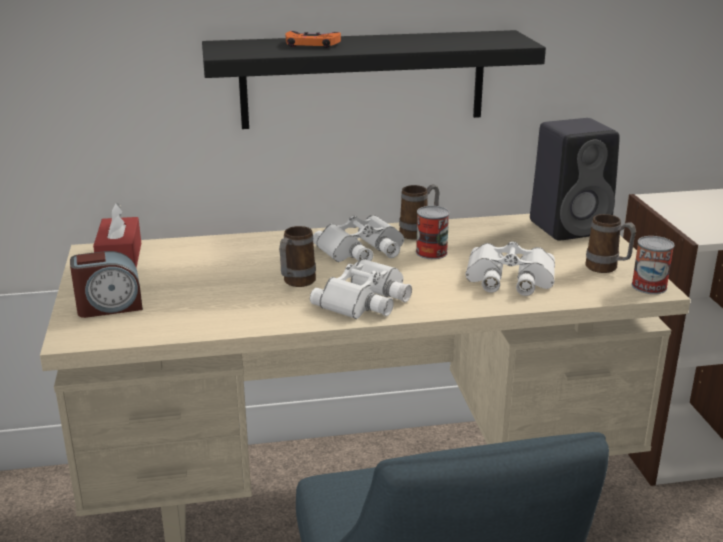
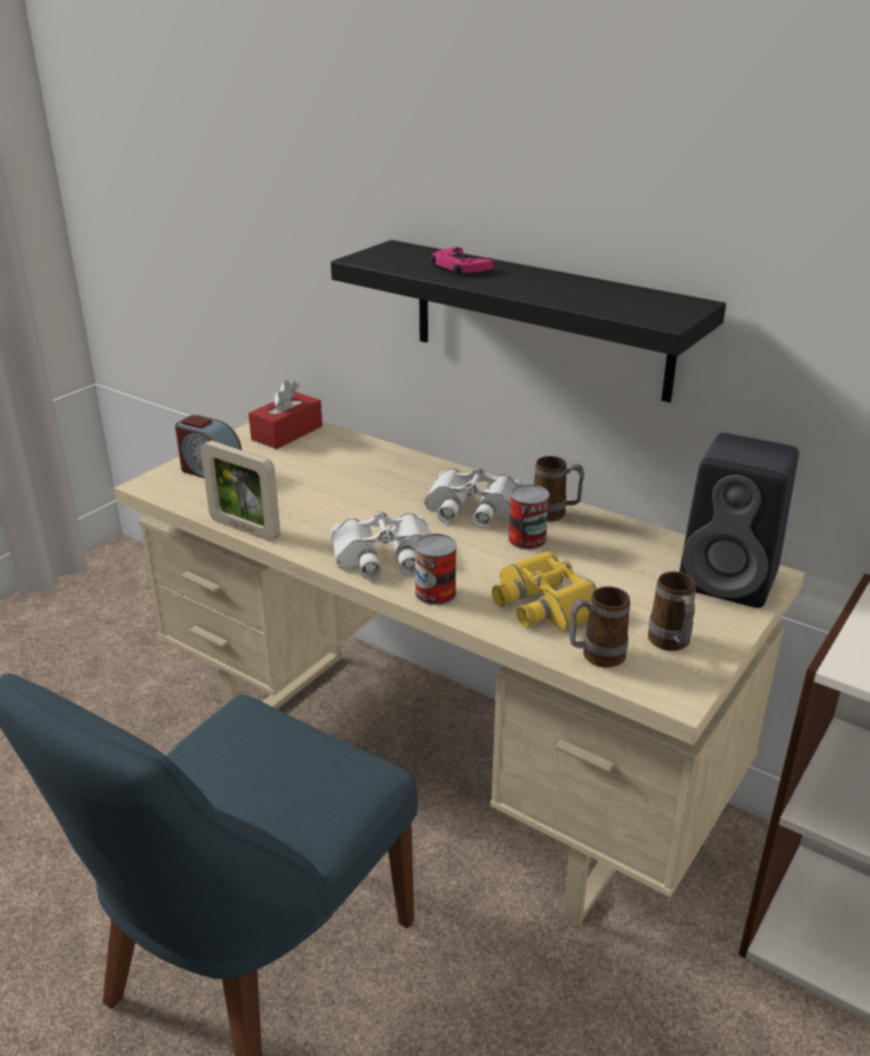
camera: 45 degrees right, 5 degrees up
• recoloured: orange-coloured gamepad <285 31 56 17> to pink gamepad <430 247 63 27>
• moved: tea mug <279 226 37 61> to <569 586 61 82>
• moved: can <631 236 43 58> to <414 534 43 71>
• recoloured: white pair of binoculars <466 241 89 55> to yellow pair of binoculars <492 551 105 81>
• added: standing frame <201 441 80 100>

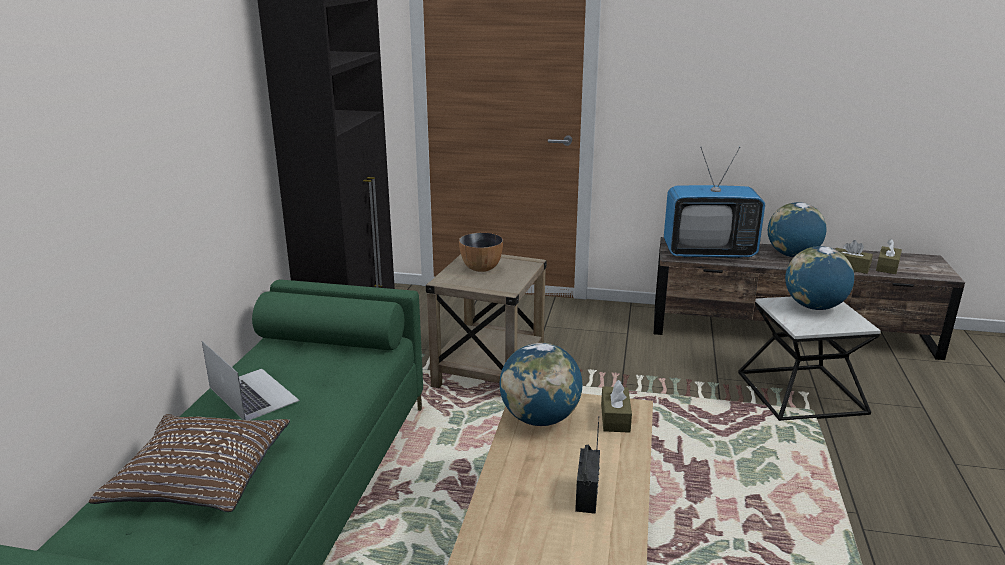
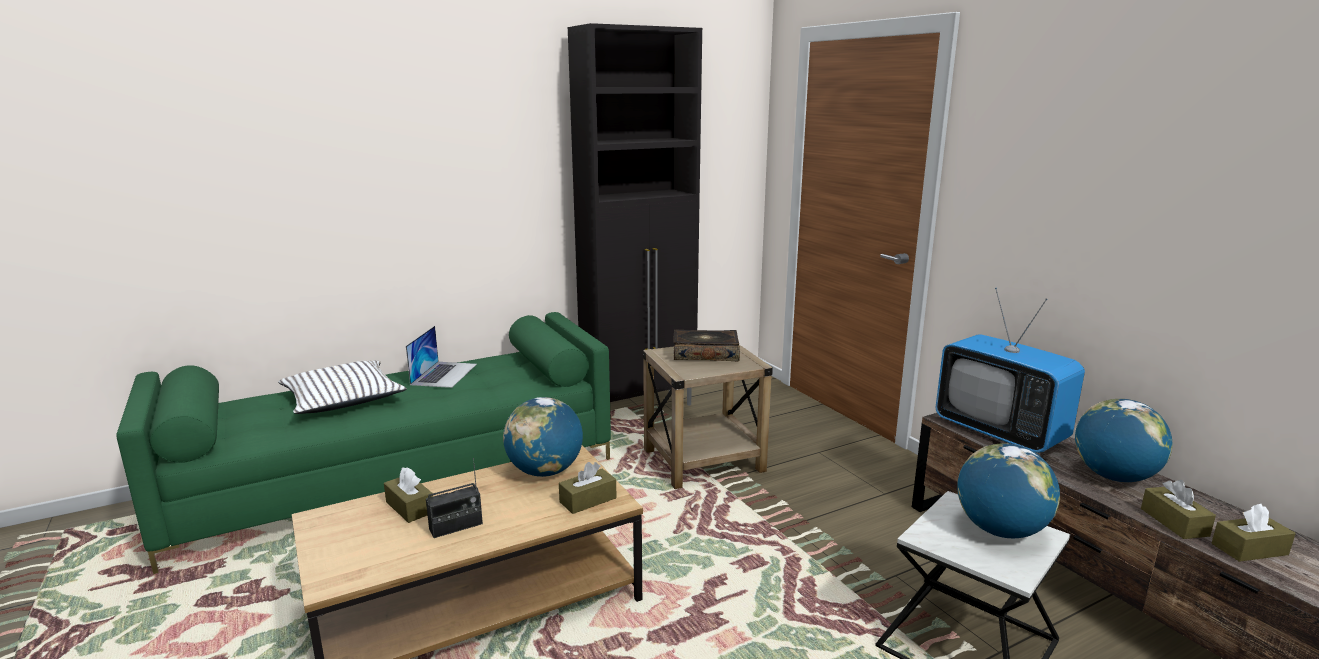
camera: 50 degrees right, 5 degrees down
• replaced: serving bowl <459 233 44 39> to volume <673 330 67 31>
• recoloured: brown throw pillow <89 414 201 98> to white throw pillow <278 361 129 53>
• added: brown box of tissues <384 467 49 56>

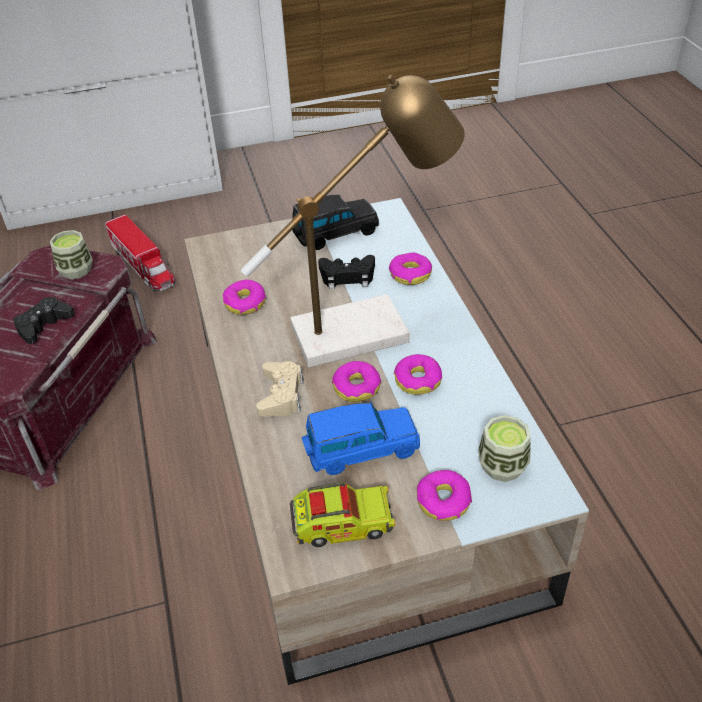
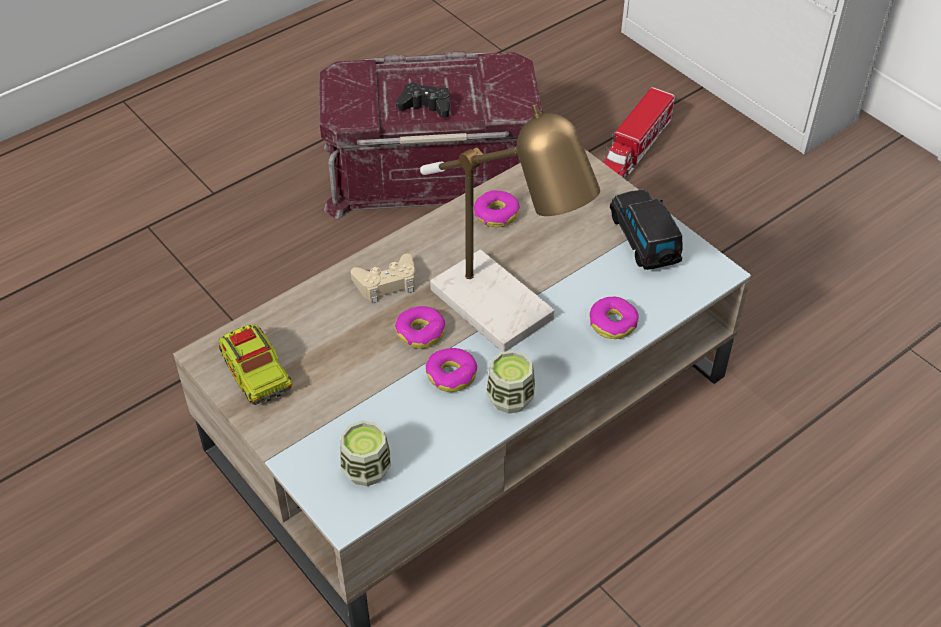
camera: 65 degrees right, 5 degrees up
• turned: black toy car <292 194 87 56> = <610 189 72 81> 150 degrees counterclockwise
• moved: small cup <50 230 43 49> to <486 350 49 64>
• removed: black gamepad <318 255 57 34>
• removed: blue-coloured toy car <302 402 118 73>
• removed: ring doughnut <417 470 55 51>

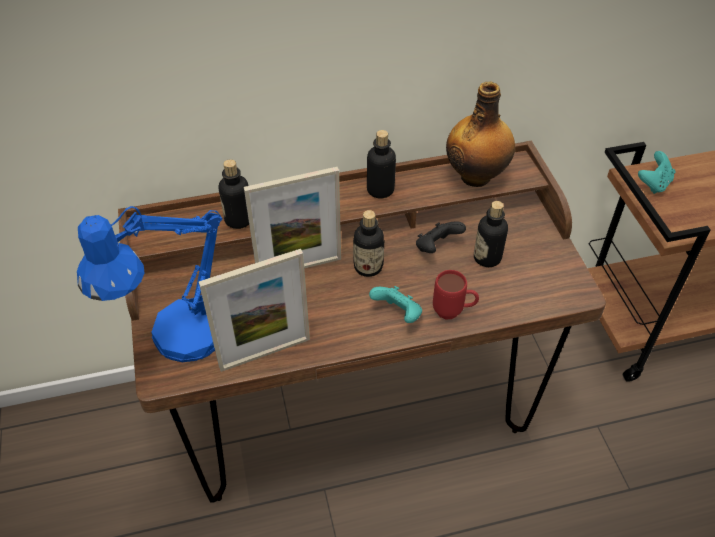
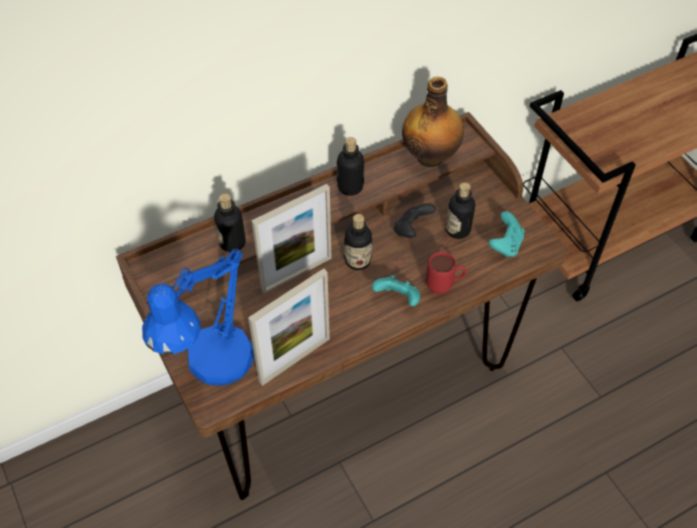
camera: 15 degrees left, 5 degrees up
• moved: blue-green gamepad <638 151 38 43> to <488 211 37 47>

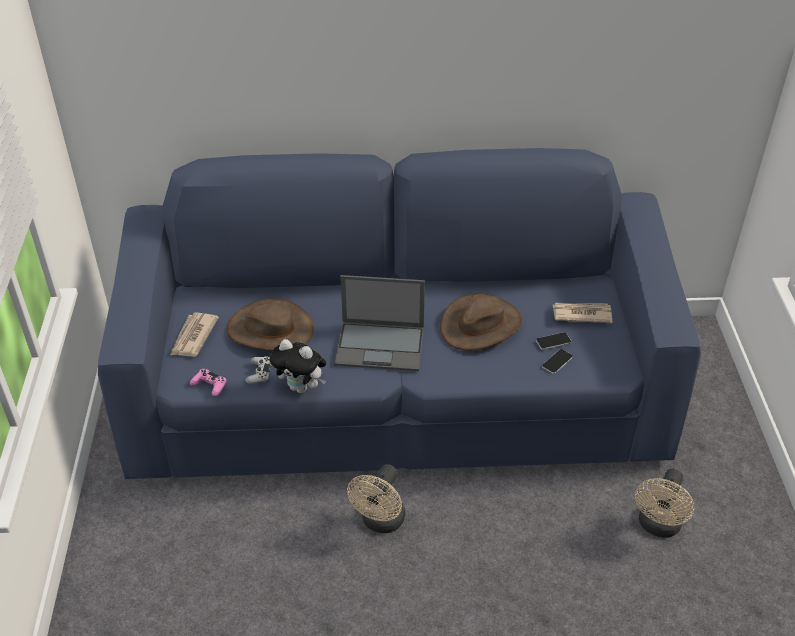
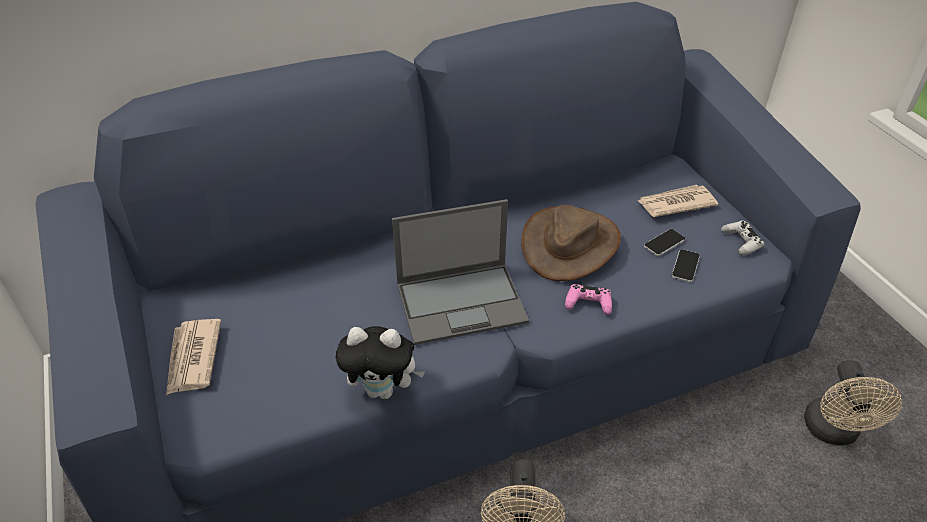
camera: 20 degrees left, 0 degrees up
• removed: brown clothing hat <227 298 87 53>
• moved: white gamepad <245 356 27 28> to <721 220 43 35>
• moved: pink gamepad <190 369 37 28> to <565 284 47 31>

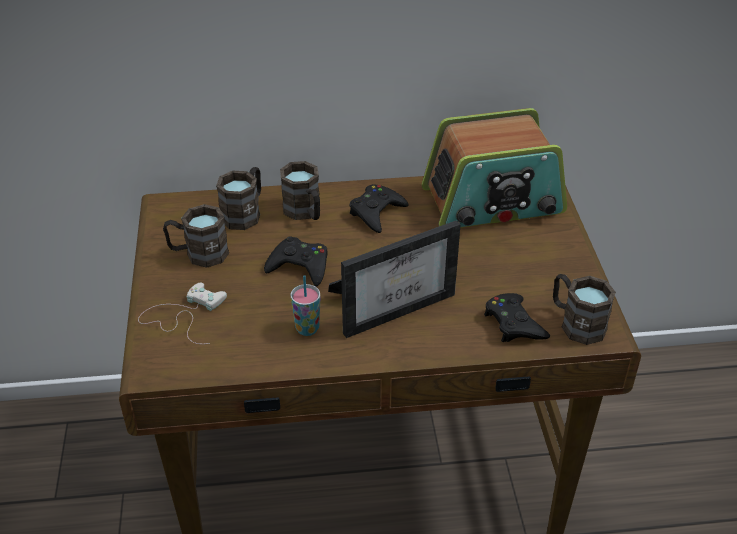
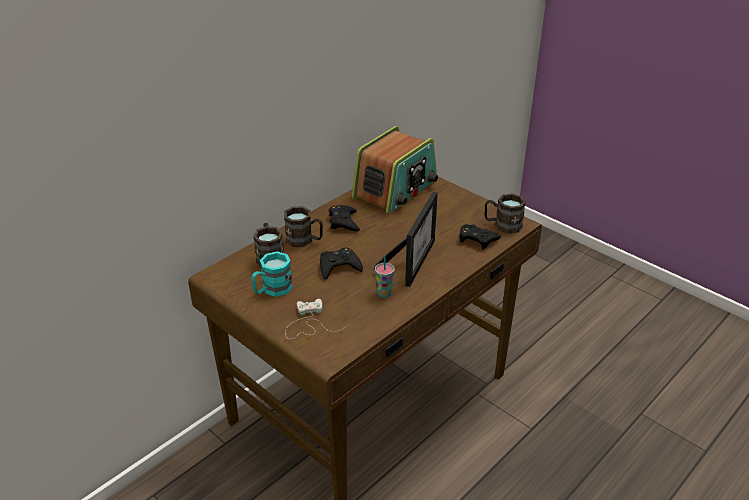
camera: 40 degrees left, 5 degrees down
• recoloured: brown tea mug <163 204 66 64> to blue-green tea mug <251 251 42 46>

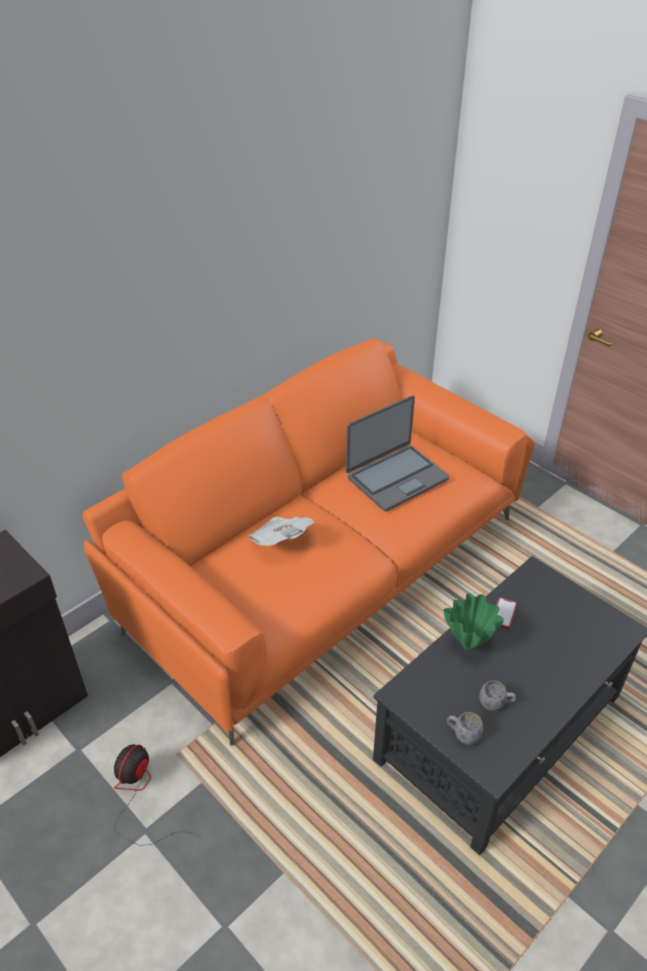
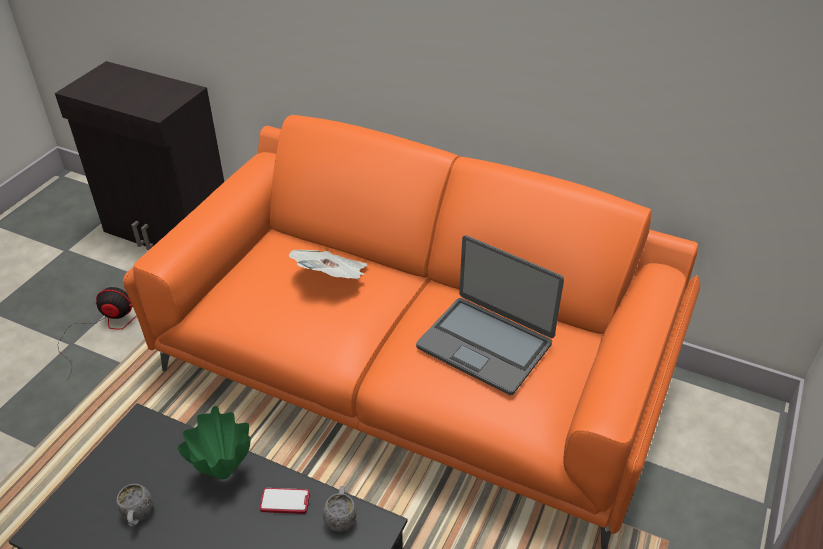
camera: 70 degrees right, 0 degrees up
• moved: greyish tea mug <447 712 36 33> to <323 486 34 46>

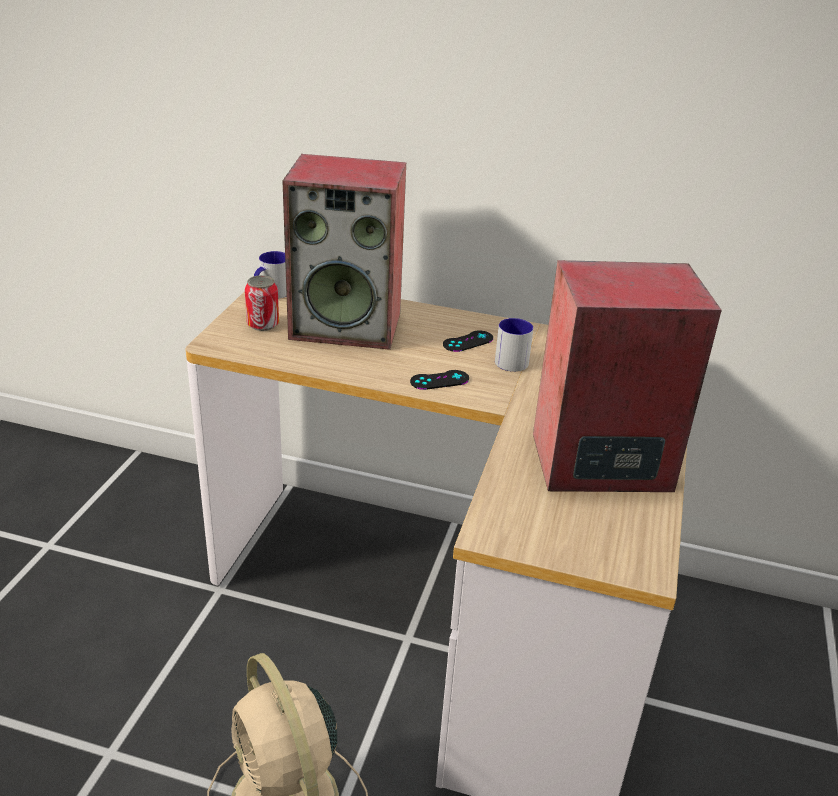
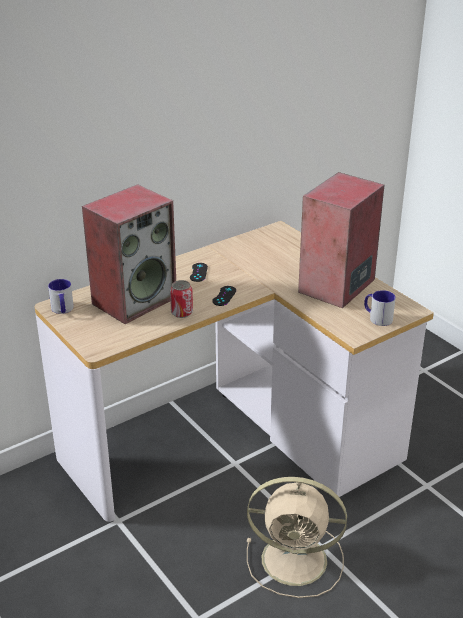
camera: 50 degrees left, 0 degrees up
• moved: can <245 275 34 56> to <170 280 23 38>
• moved: tea mug <495 318 38 54> to <364 290 32 36>

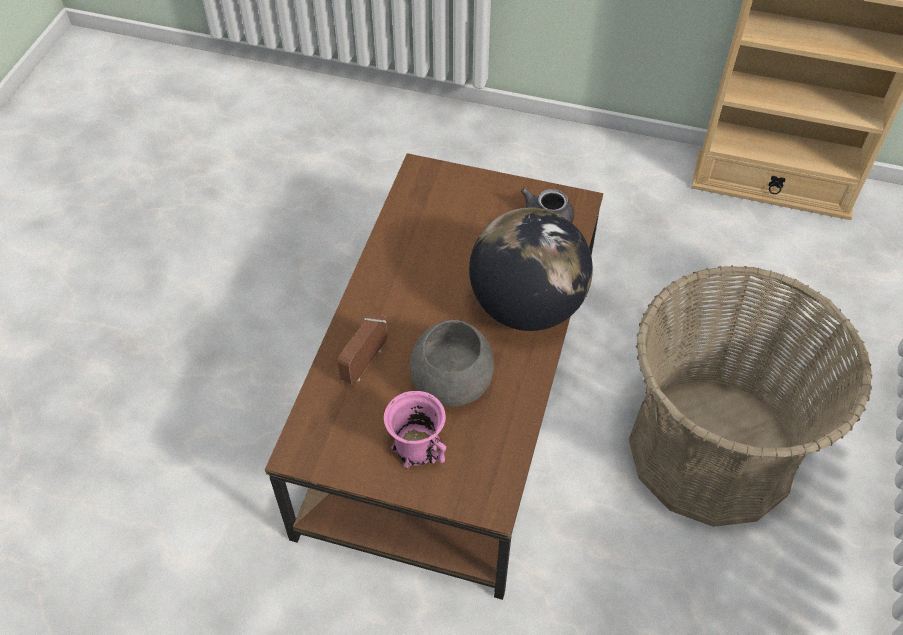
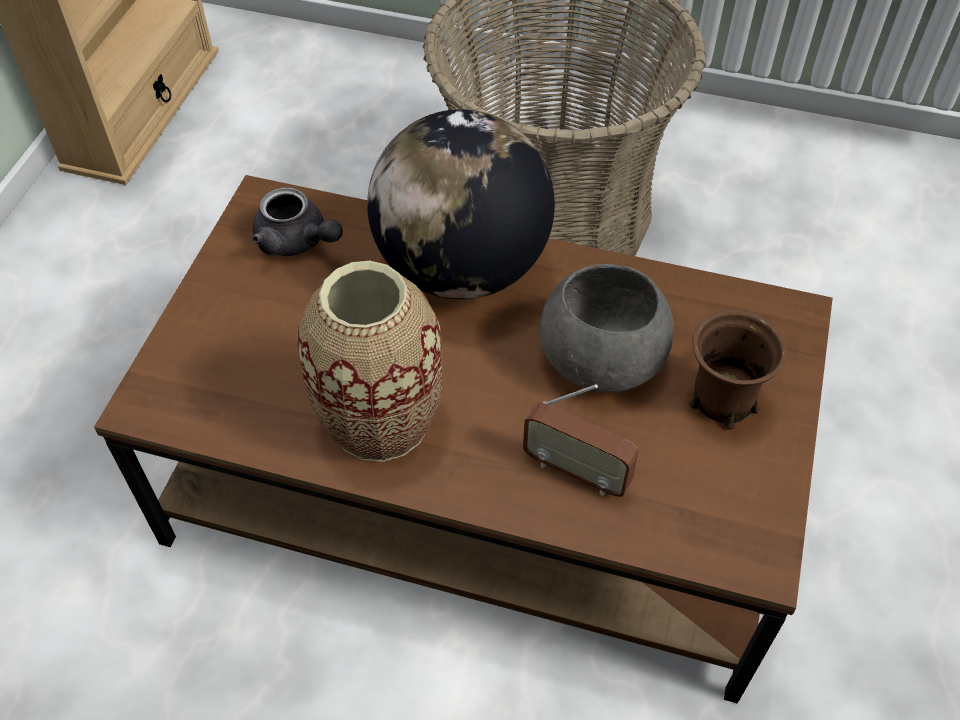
camera: 90 degrees left, 0 degrees up
• recoloured: pink tea mug <384 391 62 77> to brown tea mug <689 310 98 119>
• added: flower vase <297 261 145 201>

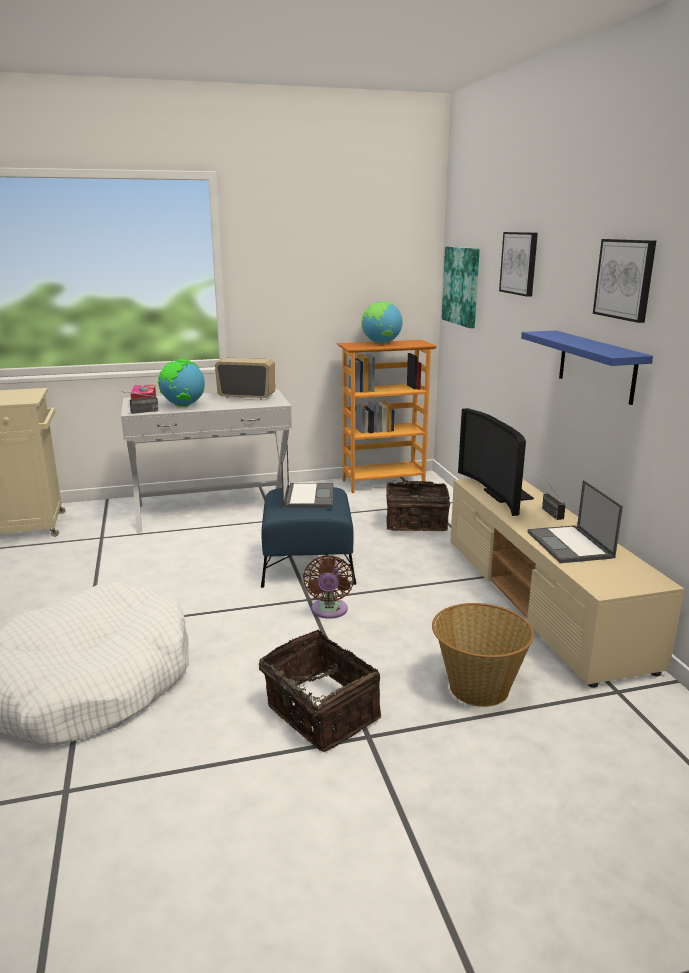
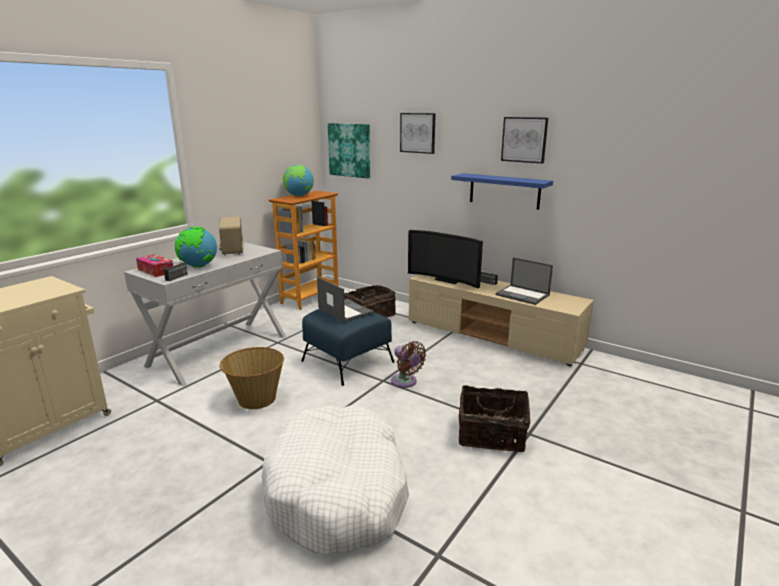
camera: 40 degrees left, 0 degrees up
• turned: radio set <215 358 60 42> = <219 217 24 39> 75 degrees counterclockwise
• moved: basket <432 603 102 104> to <220 347 64 62>

